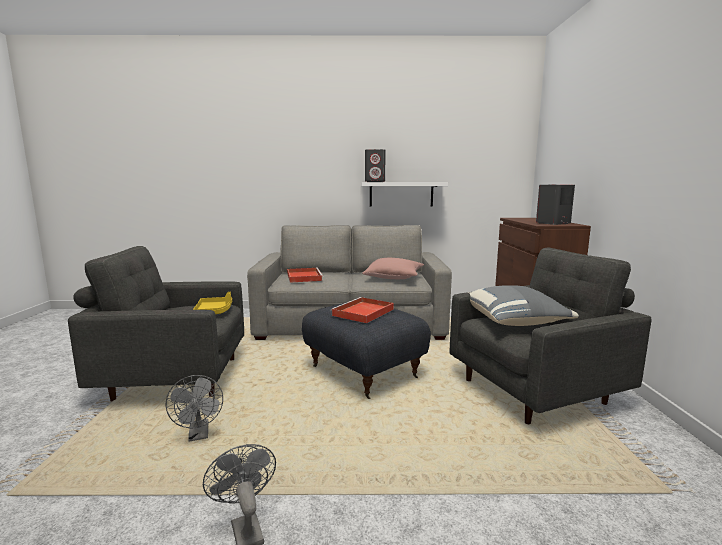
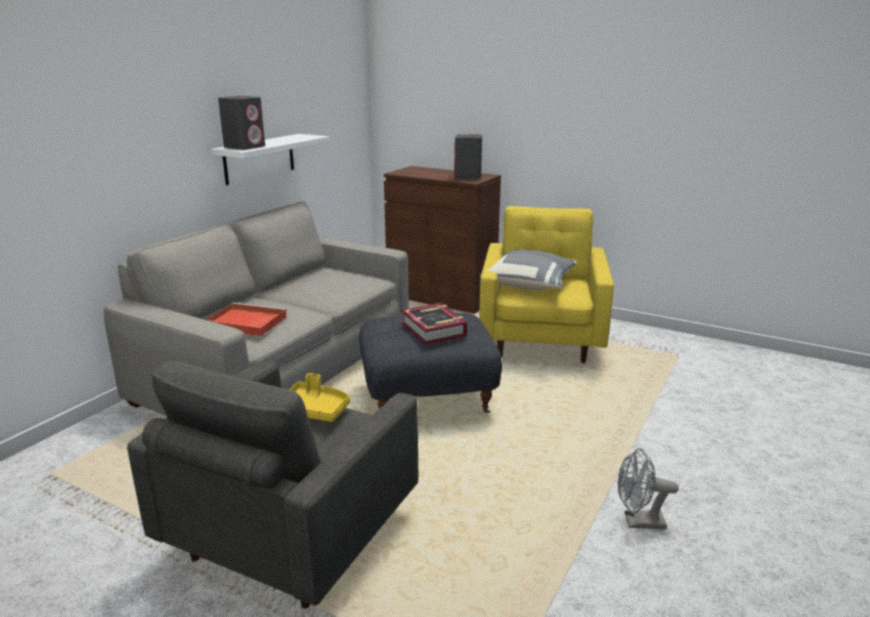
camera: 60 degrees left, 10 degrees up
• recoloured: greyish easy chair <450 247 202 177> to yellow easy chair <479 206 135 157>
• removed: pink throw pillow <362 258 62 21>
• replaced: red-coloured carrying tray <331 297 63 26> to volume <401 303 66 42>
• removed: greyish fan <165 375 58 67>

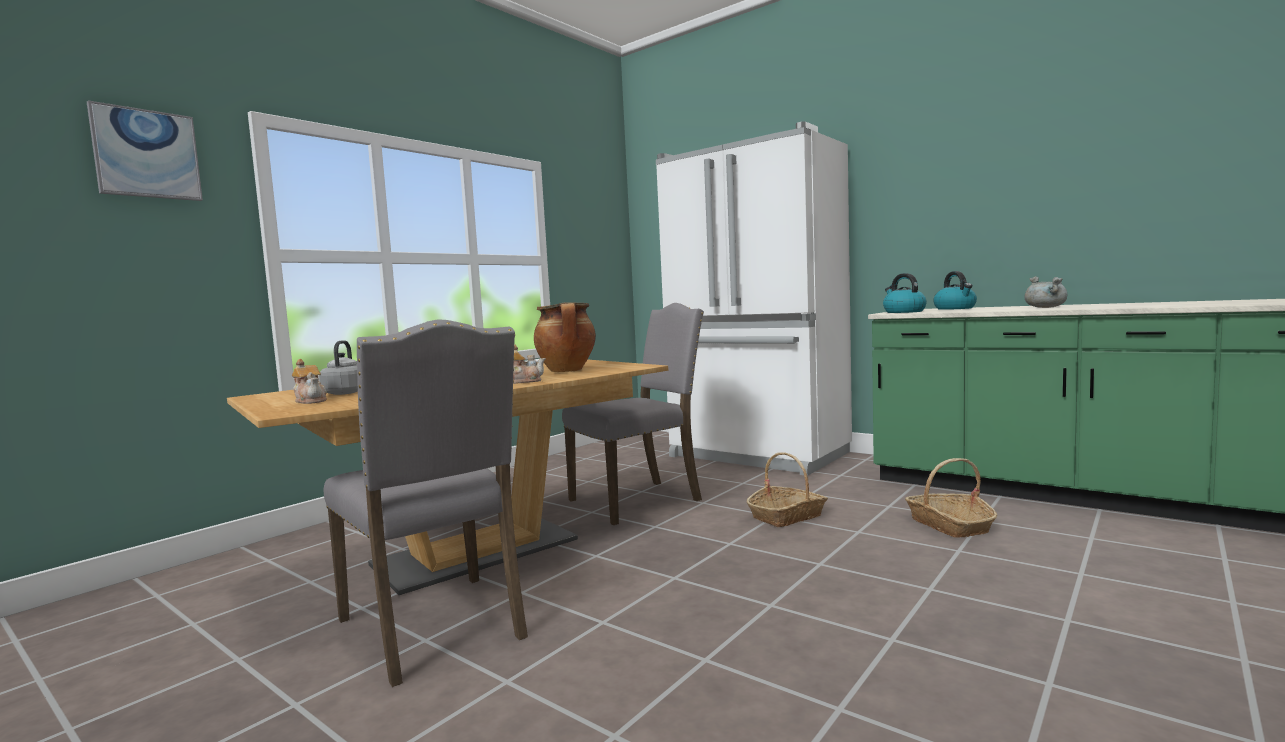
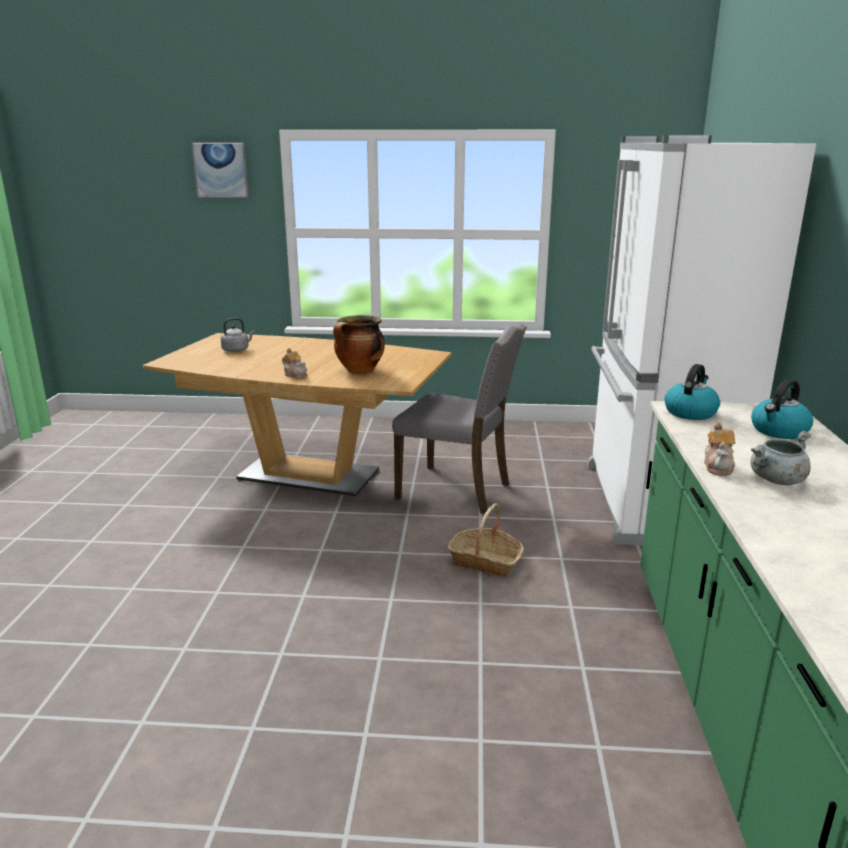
camera: 55 degrees right, 15 degrees up
• removed: greyish plain chair <324 319 204 368>
• moved: pot for tea <292 359 35 45> to <704 422 31 54>
• removed: basket <905 458 92 80>

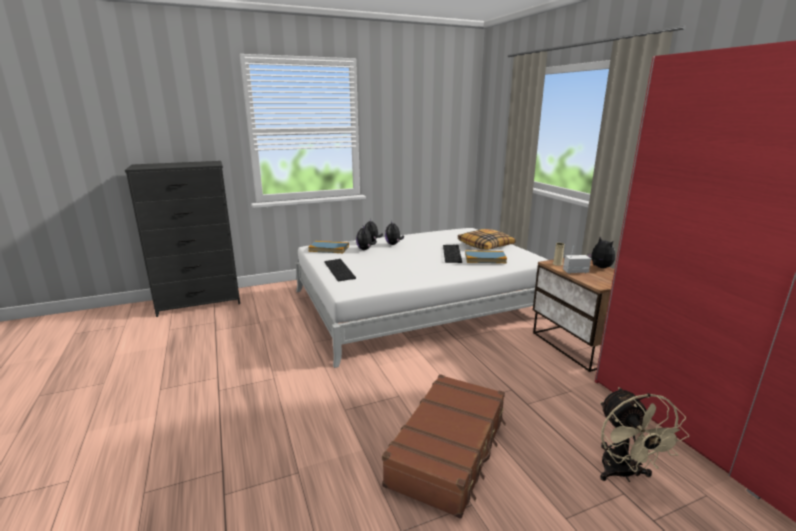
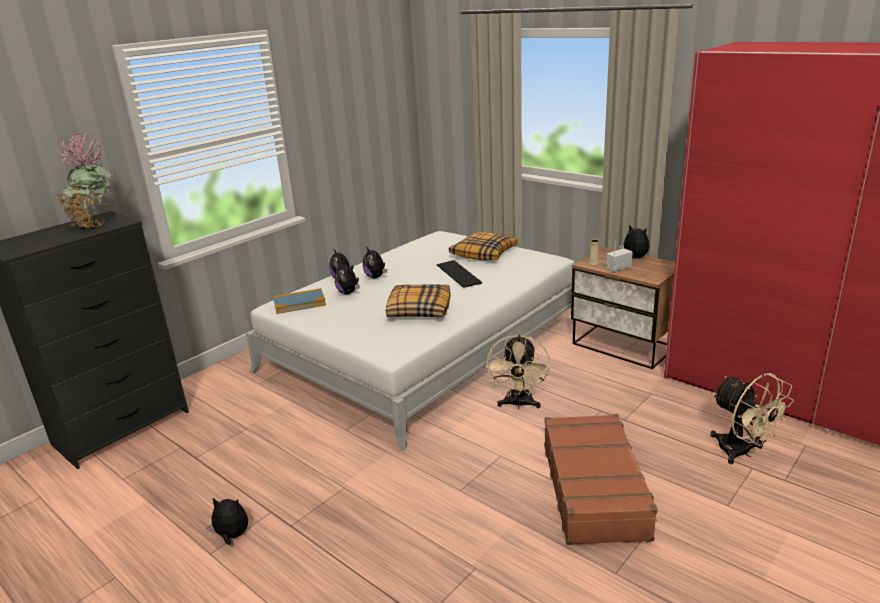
camera: 25 degrees left, 5 degrees up
• removed: volume <465 250 42 13>
• removed: PC keyboard <324 259 32 22>
• added: potted plant <52 132 60 98>
• added: throw pillow <386 284 64 33>
• added: beige-coloured fan <486 335 64 74>
• added: plush toy <206 498 42 47>

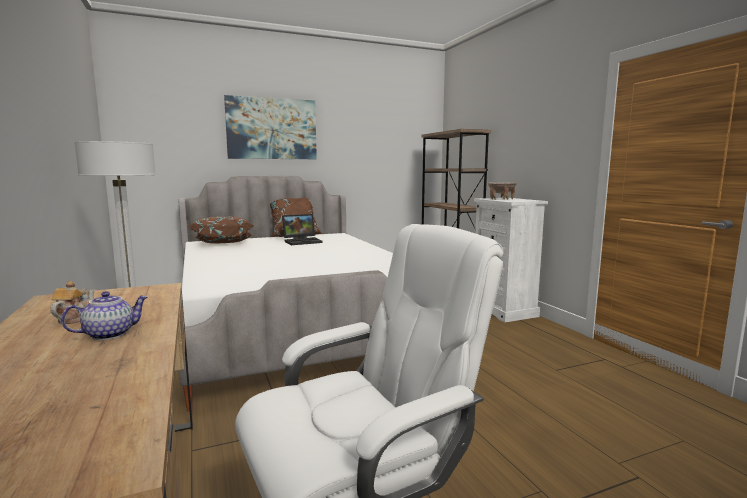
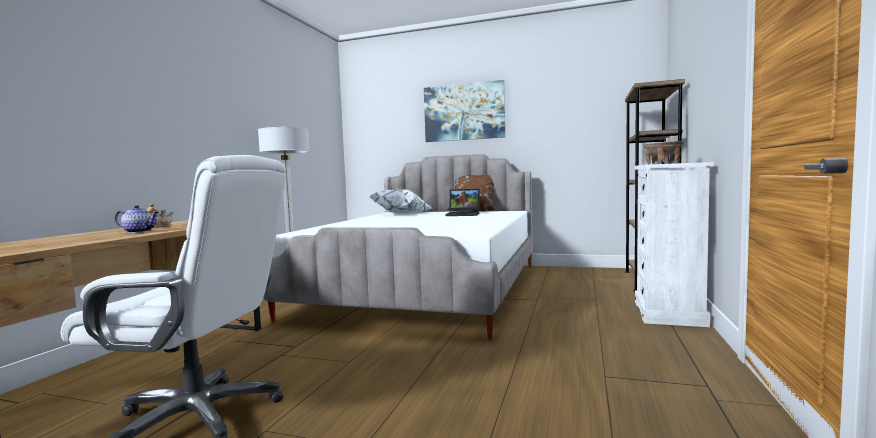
camera: 40 degrees right, 5 degrees down
• recoloured: brown throw pillow <188 217 66 27> to white throw pillow <369 190 64 24>

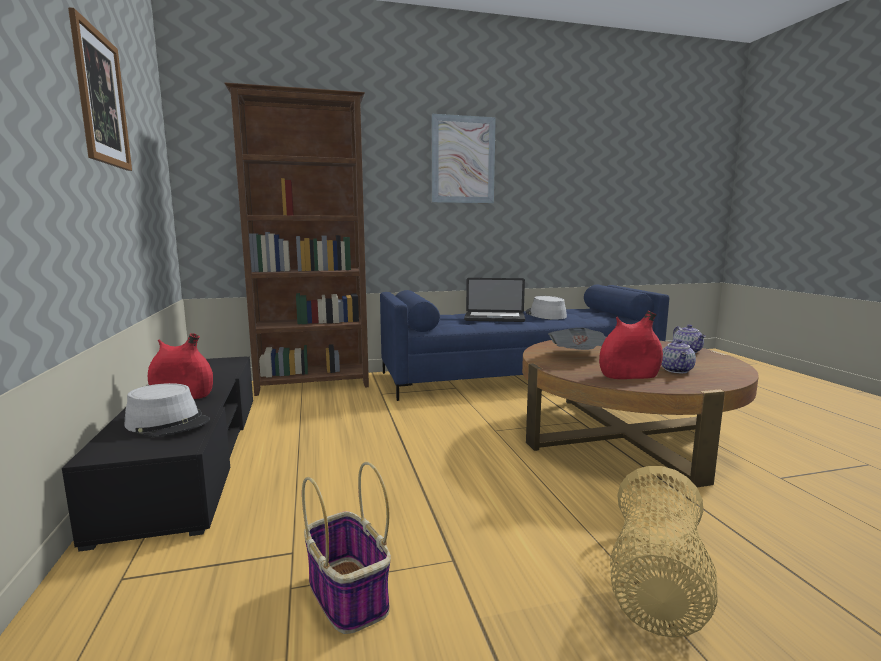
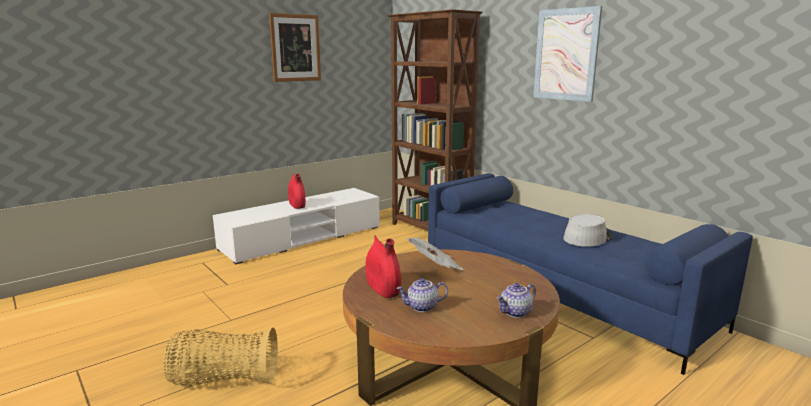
camera: 65 degrees right, 5 degrees up
• removed: portable computer <464 278 61 44>
• recoloured: black media console <62 356 191 196> to white media console <213 188 167 77>
• removed: greyish clothing hat <125 383 85 54>
• removed: basket <302 462 89 172>

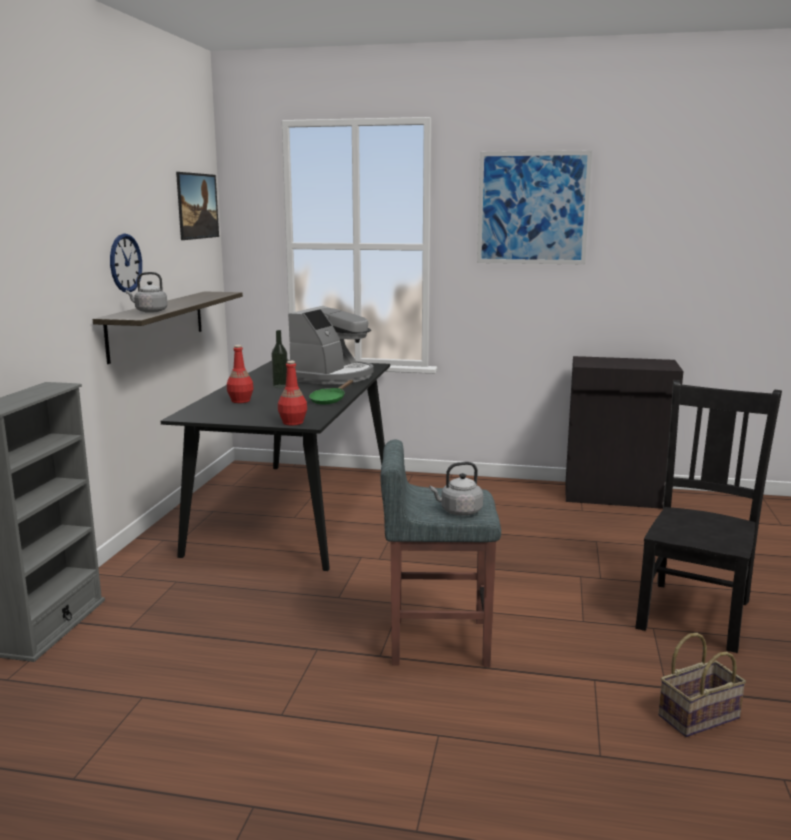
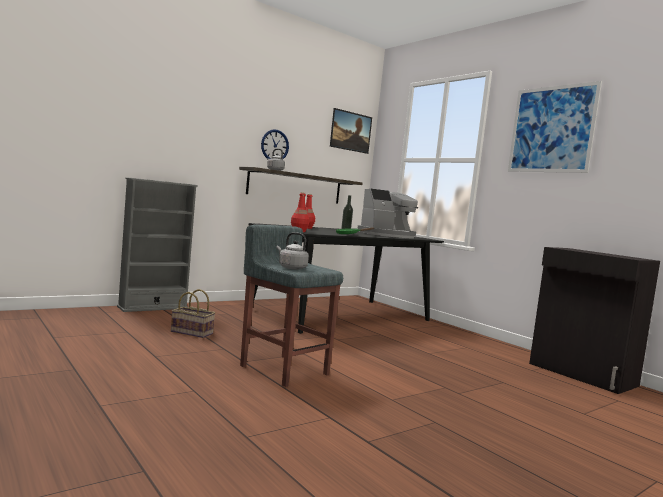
camera: 40 degrees right, 10 degrees down
• removed: black plain chair <635 380 147 273>
• moved: basket <658 633 88 104> to <171 289 45 49>

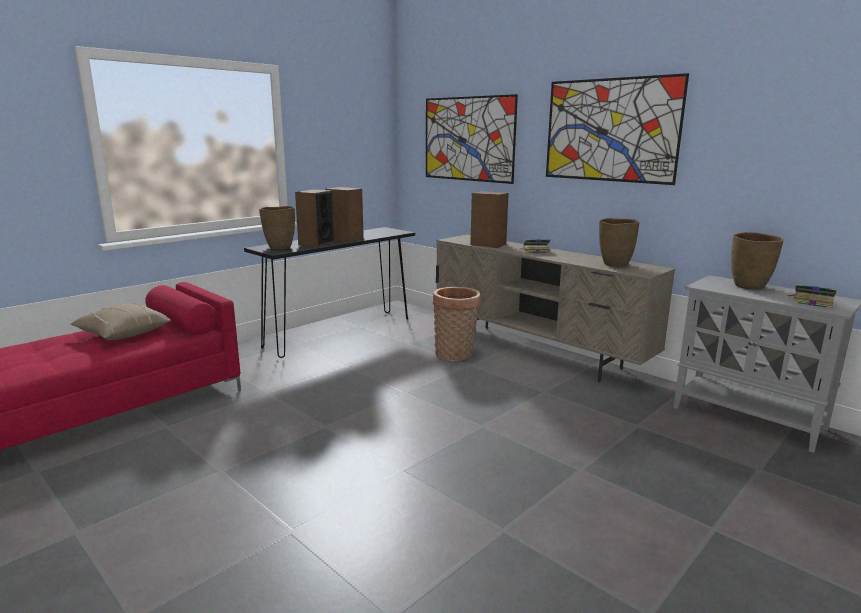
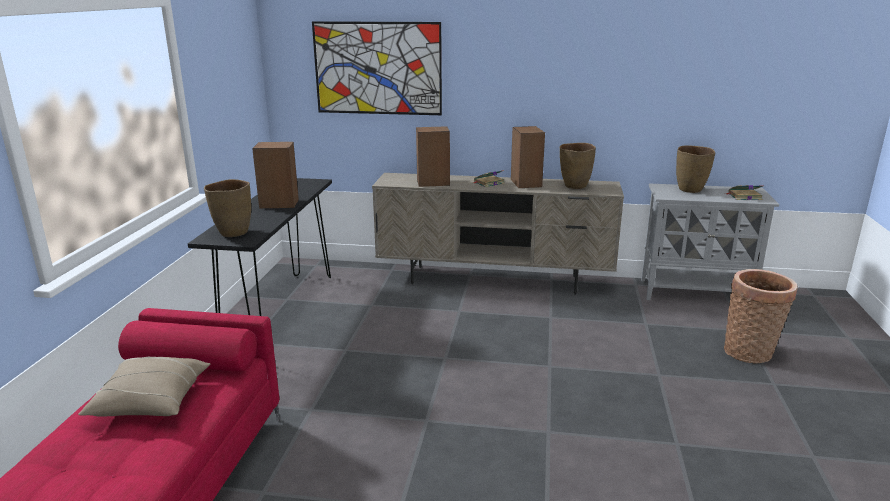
camera: 35 degrees left, 5 degrees up
• removed: wall picture <546 73 143 112>
• moved: audio speaker <295 189 40 58> to <511 126 34 62>
• moved: basket <433 287 48 74> to <724 269 74 95>

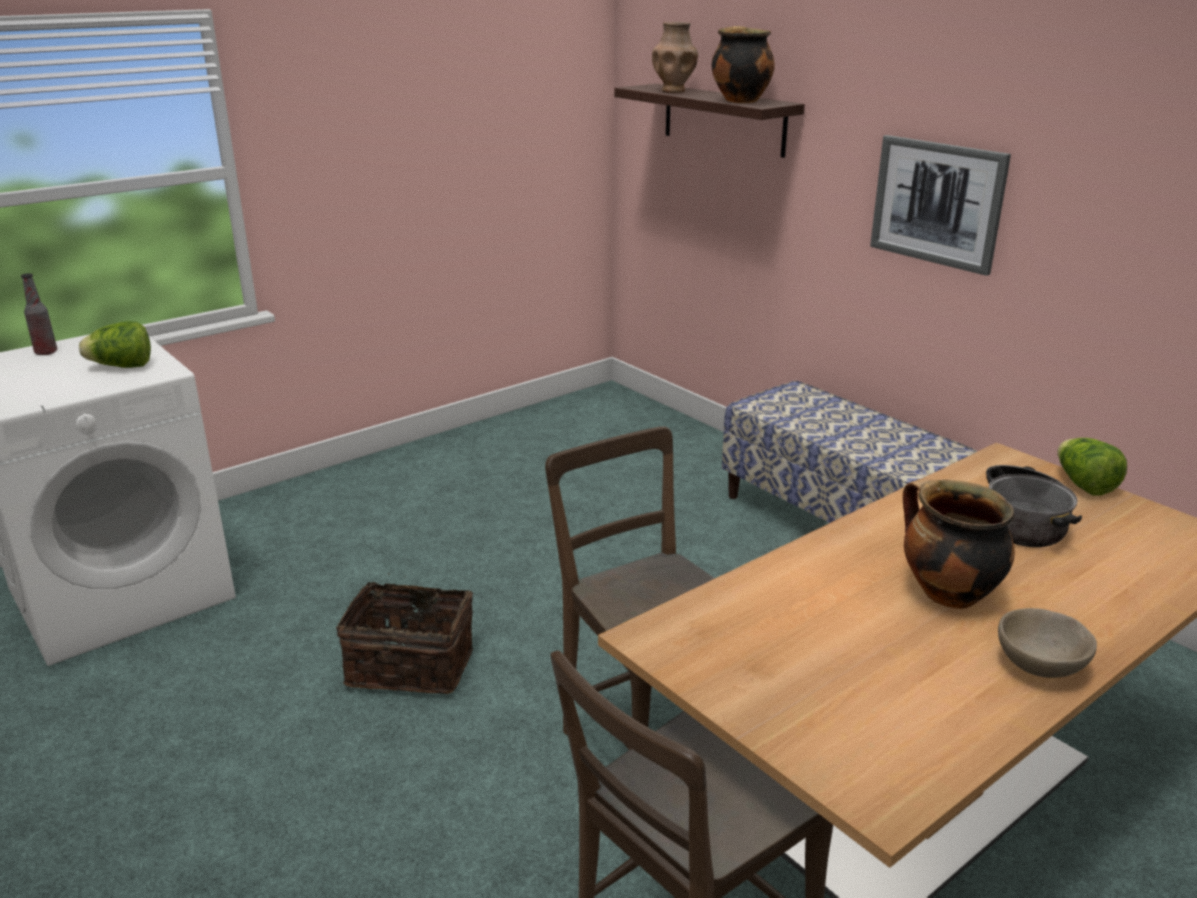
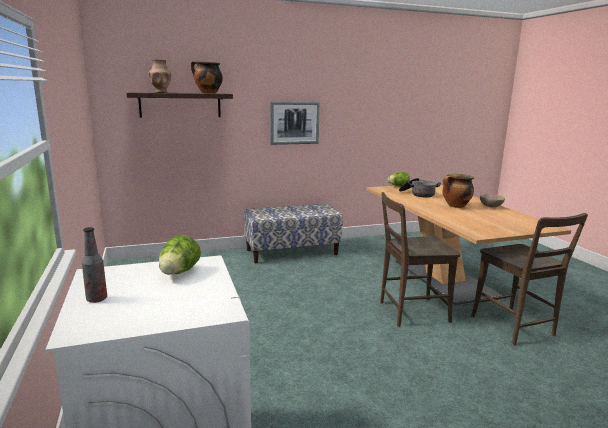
camera: 70 degrees left, 10 degrees down
• removed: basket <336 573 137 121>

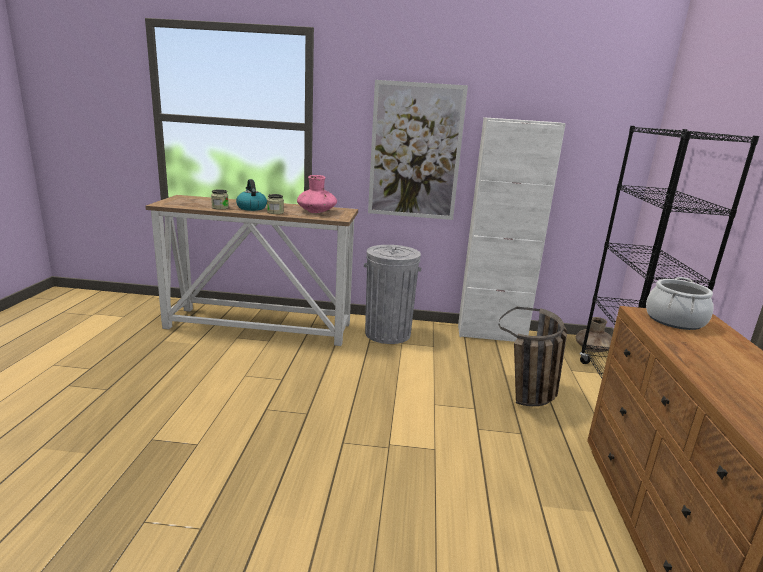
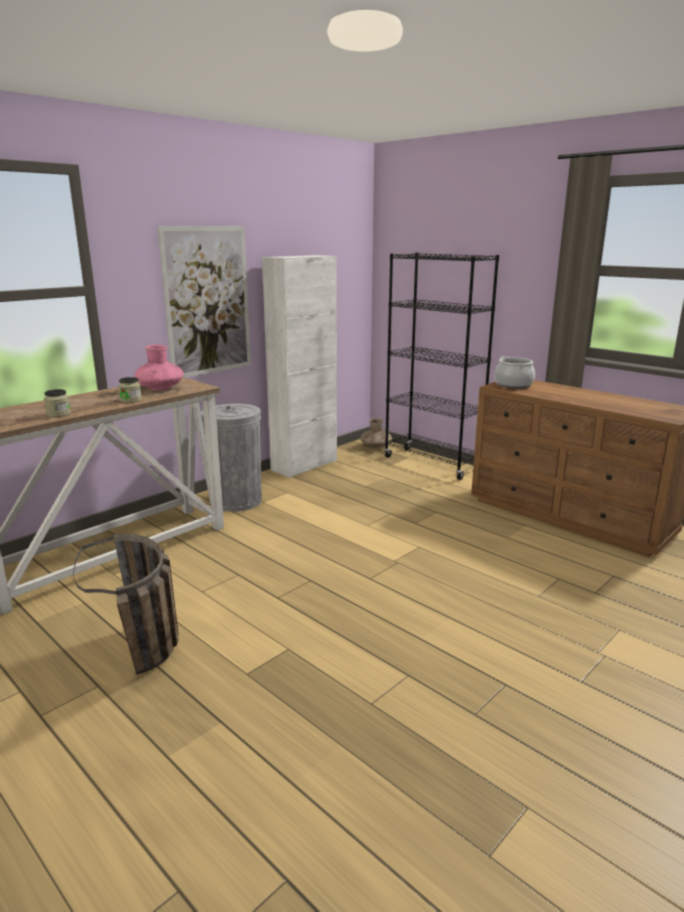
camera: 50 degrees left, 0 degrees up
• removed: water kettle <236 179 31 32>
• moved: basket <499 307 68 99> to <73 534 106 141>

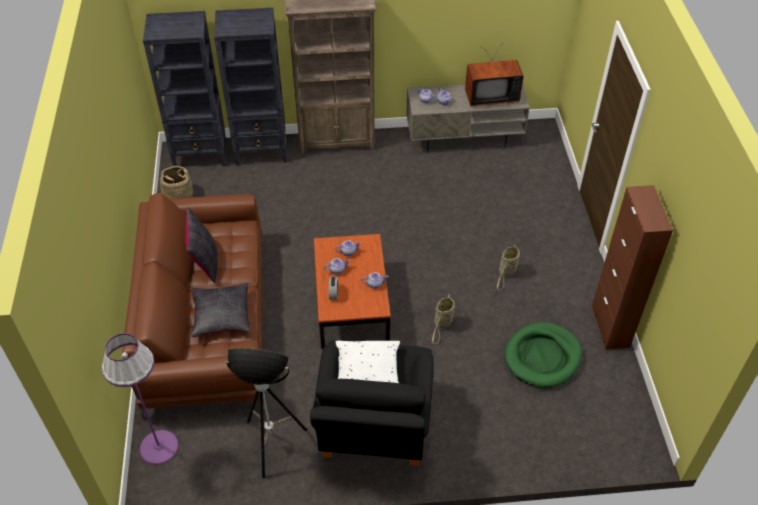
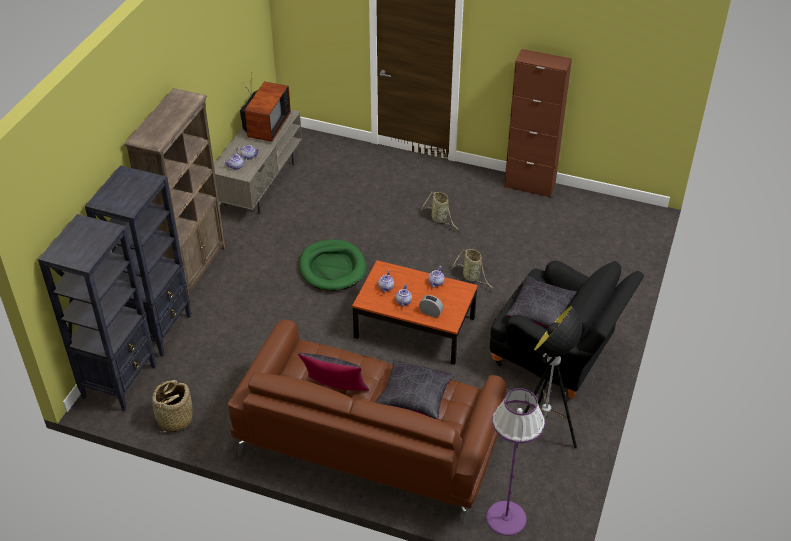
camera: 65 degrees left, 5 degrees down
• moved: green-coloured dog bed <504 322 78 66> to <299 239 68 52>
• recoloured: white throw pillow <336 341 64 42> to black throw pillow <506 276 71 51>

